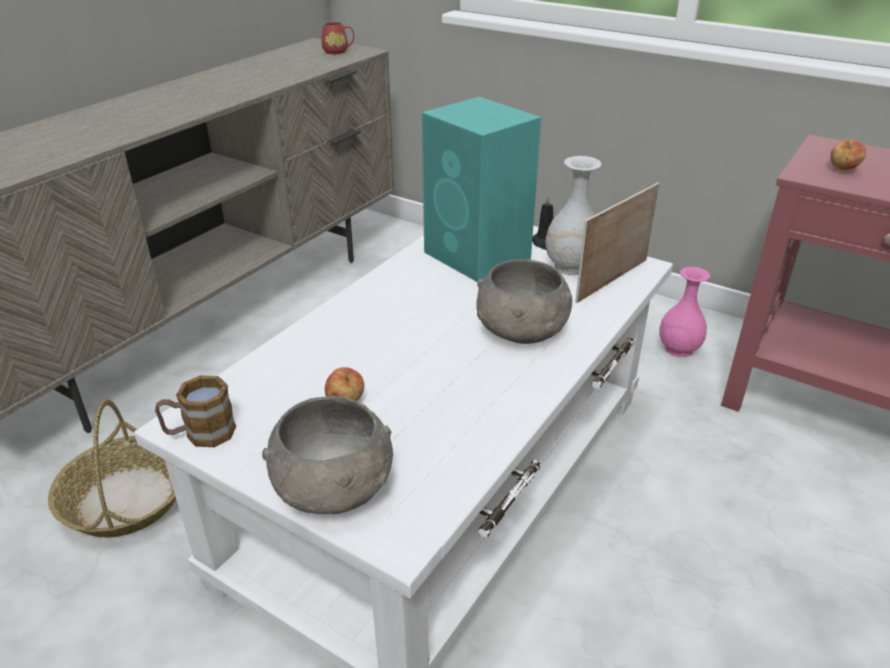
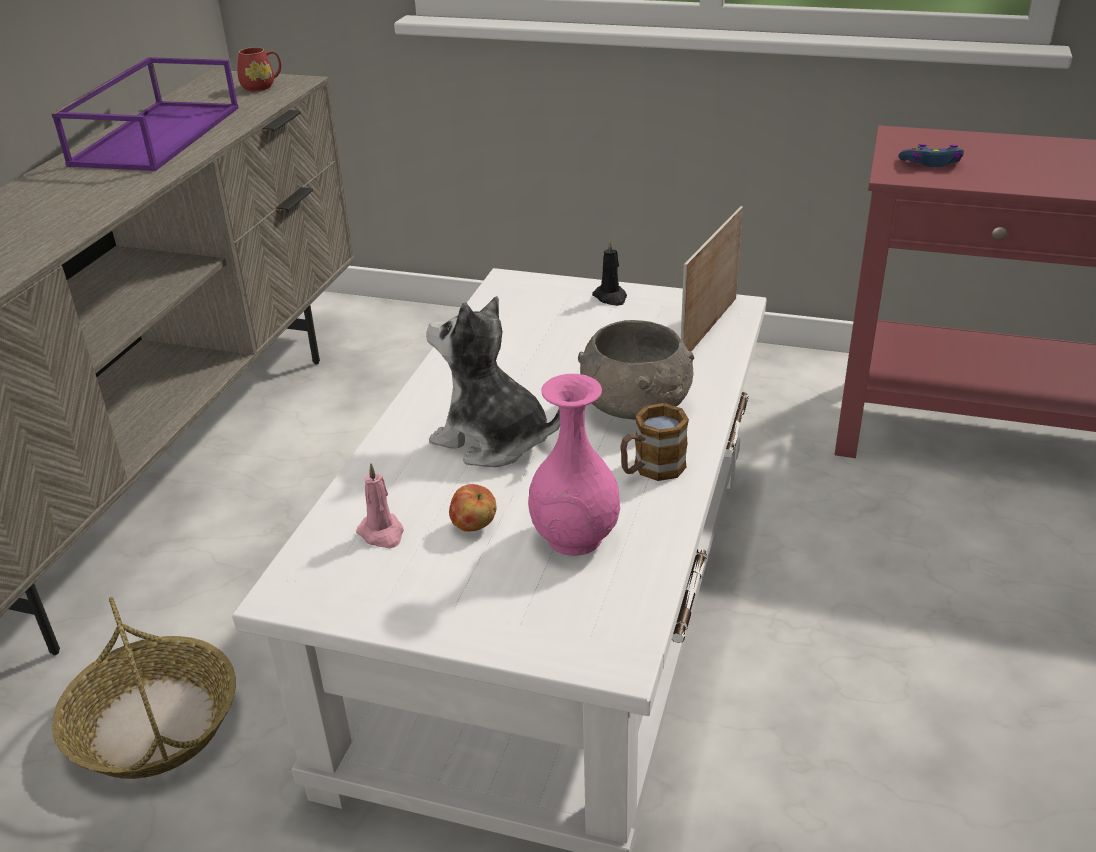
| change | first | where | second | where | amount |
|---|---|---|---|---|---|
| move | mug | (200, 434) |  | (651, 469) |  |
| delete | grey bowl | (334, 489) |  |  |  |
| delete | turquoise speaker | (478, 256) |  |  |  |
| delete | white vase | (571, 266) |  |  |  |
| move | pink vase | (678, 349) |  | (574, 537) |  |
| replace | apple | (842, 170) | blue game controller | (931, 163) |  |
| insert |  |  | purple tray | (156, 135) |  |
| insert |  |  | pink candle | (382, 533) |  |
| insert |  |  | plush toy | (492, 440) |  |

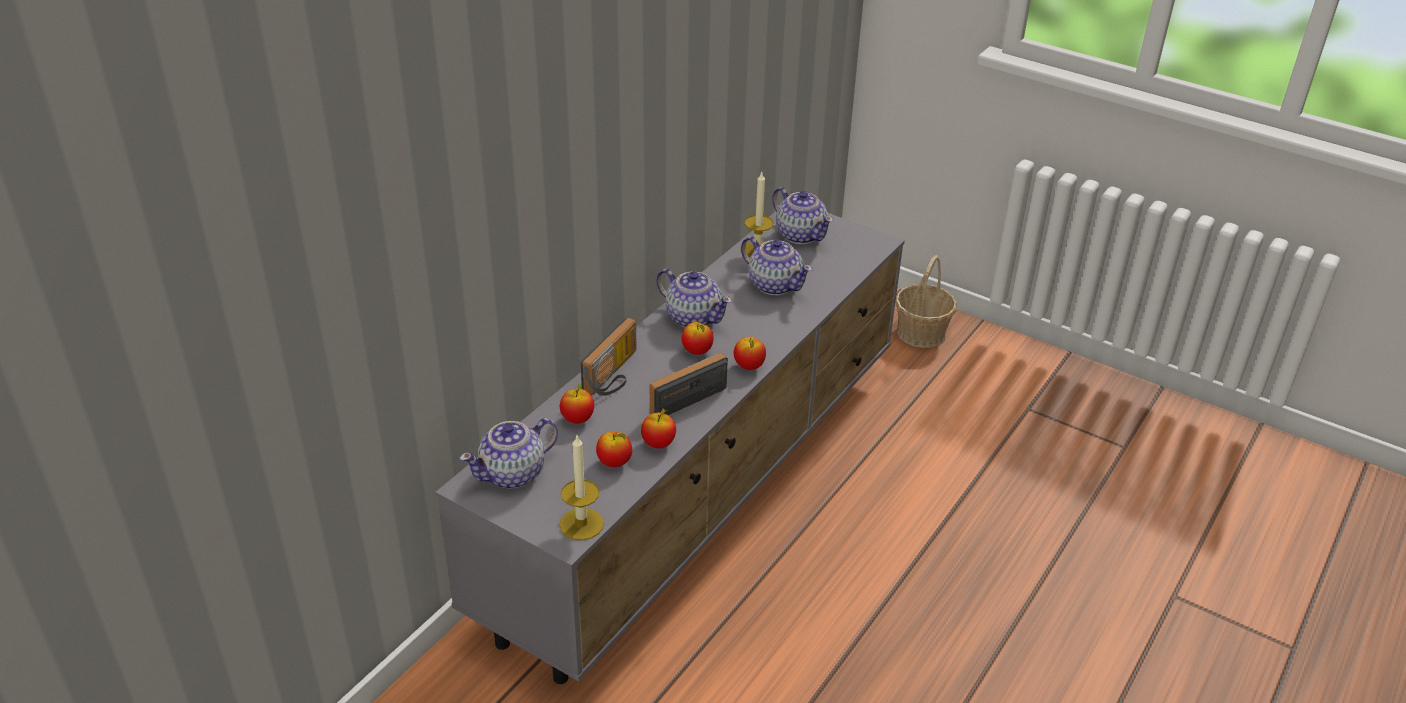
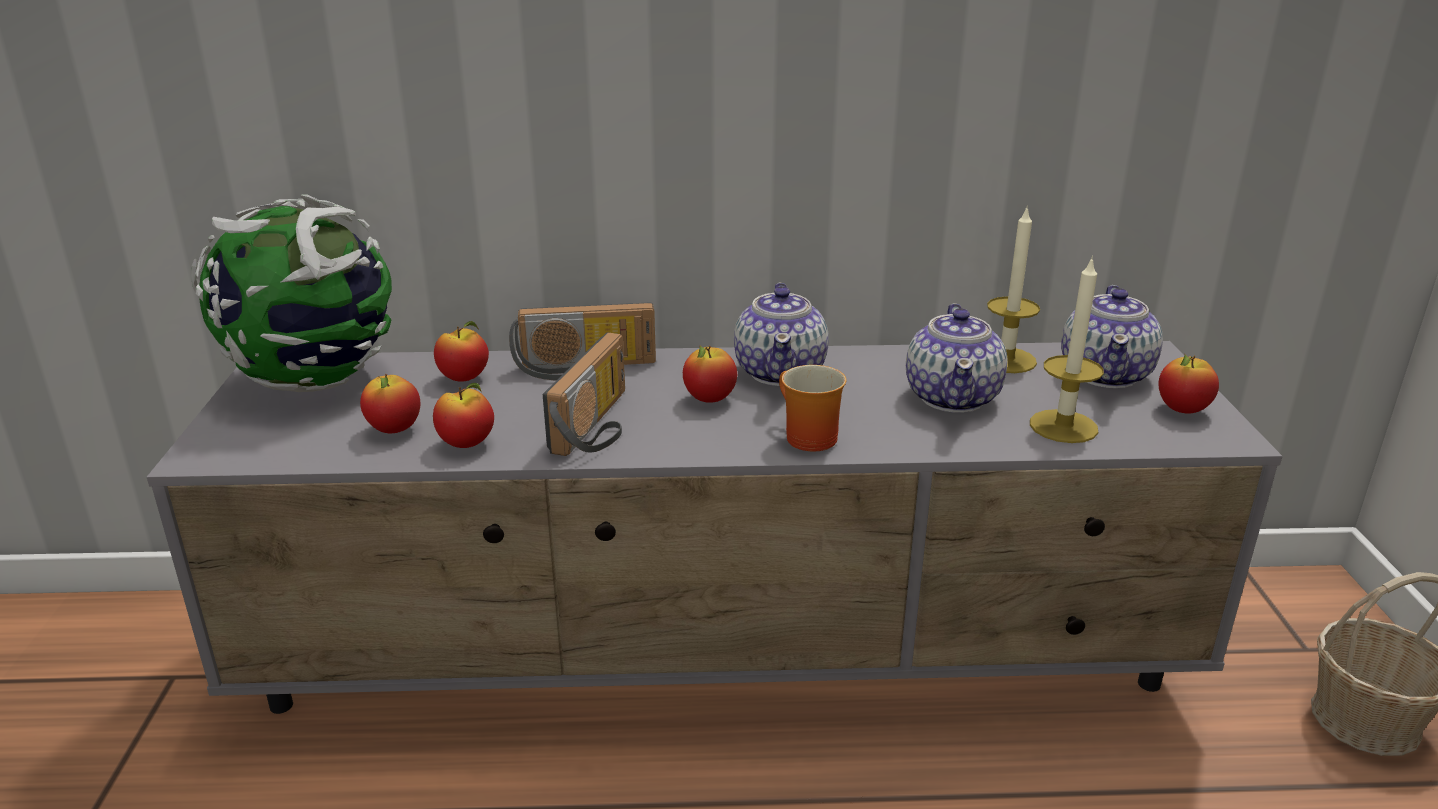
| change | first | where | second | where | amount |
|---|---|---|---|---|---|
| replace | teapot | (513, 473) | globe | (315, 380) |  |
| move | candle | (581, 524) |  | (1063, 426) |  |
| rotate | radio | (686, 395) |  | (600, 425) | 90 degrees clockwise |
| move | apple | (749, 366) |  | (1182, 410) |  |
| insert |  |  | mug | (804, 437) |  |

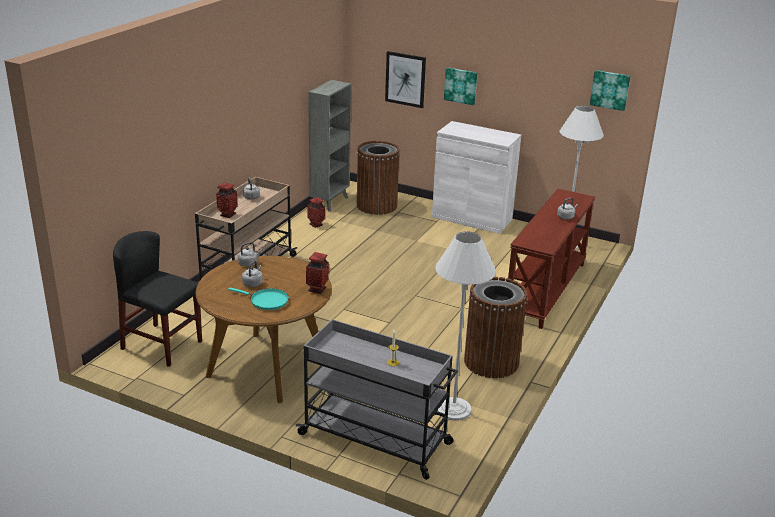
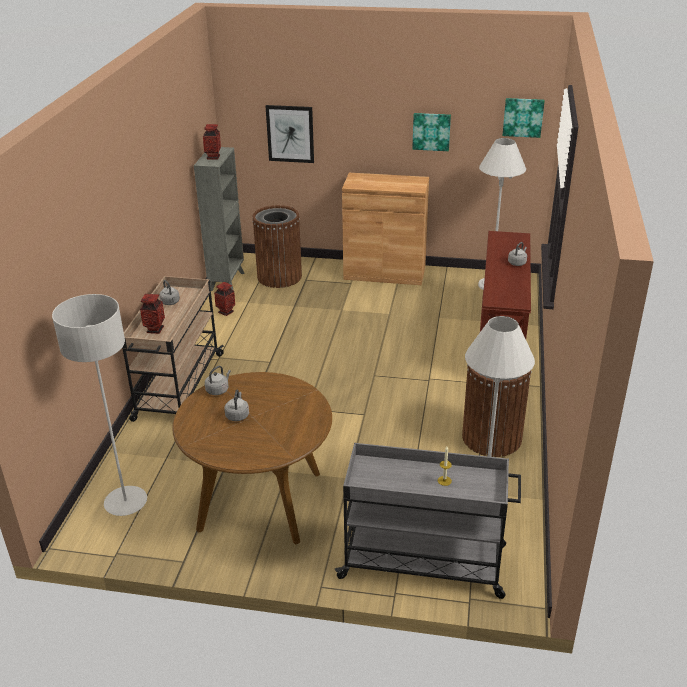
| change | first | where | second | where | amount |
|---|---|---|---|---|---|
| replace | black chair | (162, 345) | grey floor lamp | (126, 502) |  |
| delete | turquoise frying pan | (266, 301) |  |  |  |
| move | vase | (317, 289) |  | (213, 157) |  |
| recolor | white cabinet | (472, 218) | brown cabinet | (384, 273) |  |
| move | picture | (461, 85) |  | (431, 131) |  |

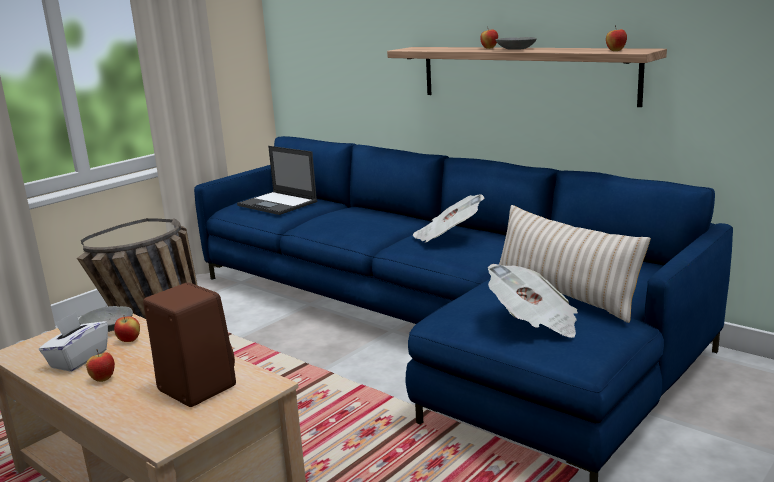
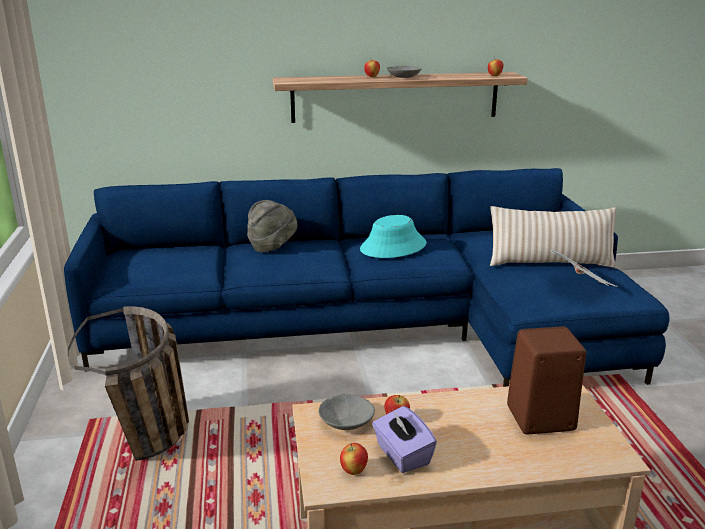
| change | first | where | second | where | amount |
|---|---|---|---|---|---|
| recolor | white tissue box | (78, 359) | purple tissue box | (402, 455) |  |
| move | apple | (103, 379) |  | (353, 471) |  |
| delete | laptop | (278, 204) |  |  |  |
| replace | newspaper | (447, 236) | turquoise hat | (393, 247) |  |
| insert |  |  | grey hat | (272, 247) |  |

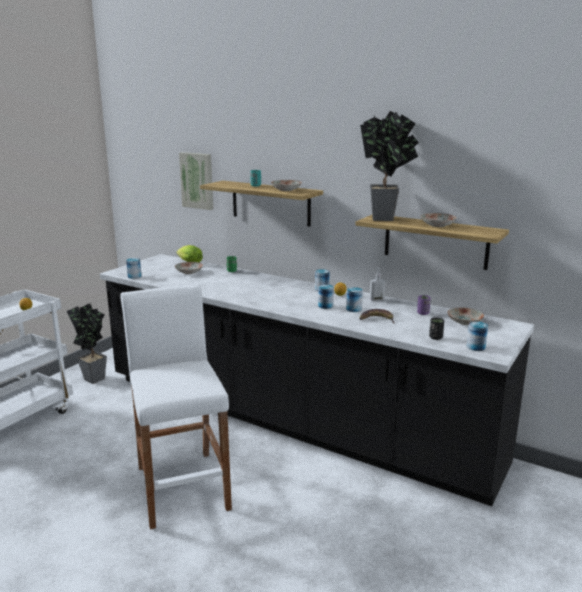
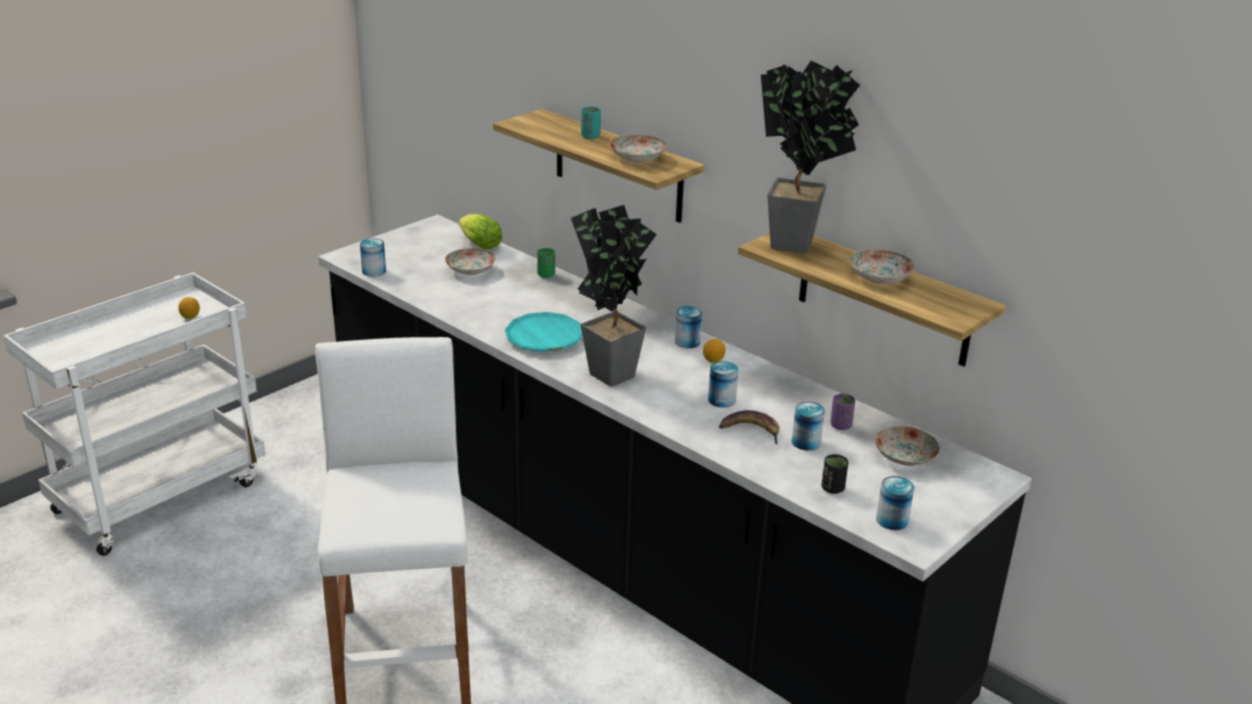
| change | first | where | second | where | amount |
|---|---|---|---|---|---|
| move | potted plant | (94, 377) |  | (610, 370) |  |
| delete | picture | (197, 180) |  |  |  |
| move | can | (325, 306) |  | (806, 442) |  |
| delete | soap dispenser | (376, 299) |  |  |  |
| insert |  |  | turquoise plate | (544, 338) |  |

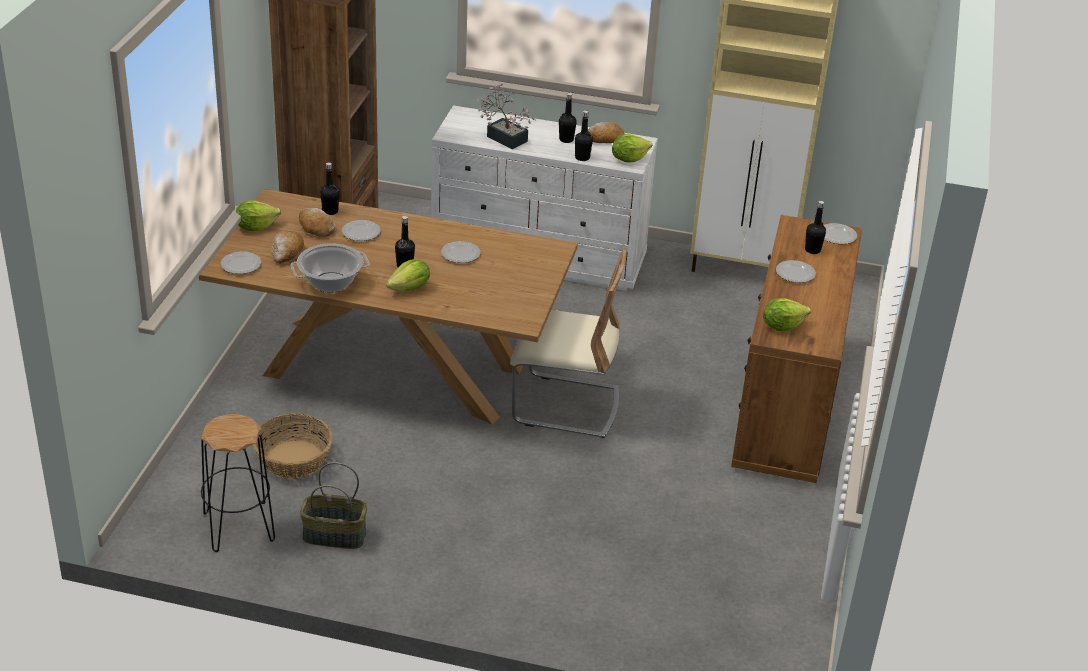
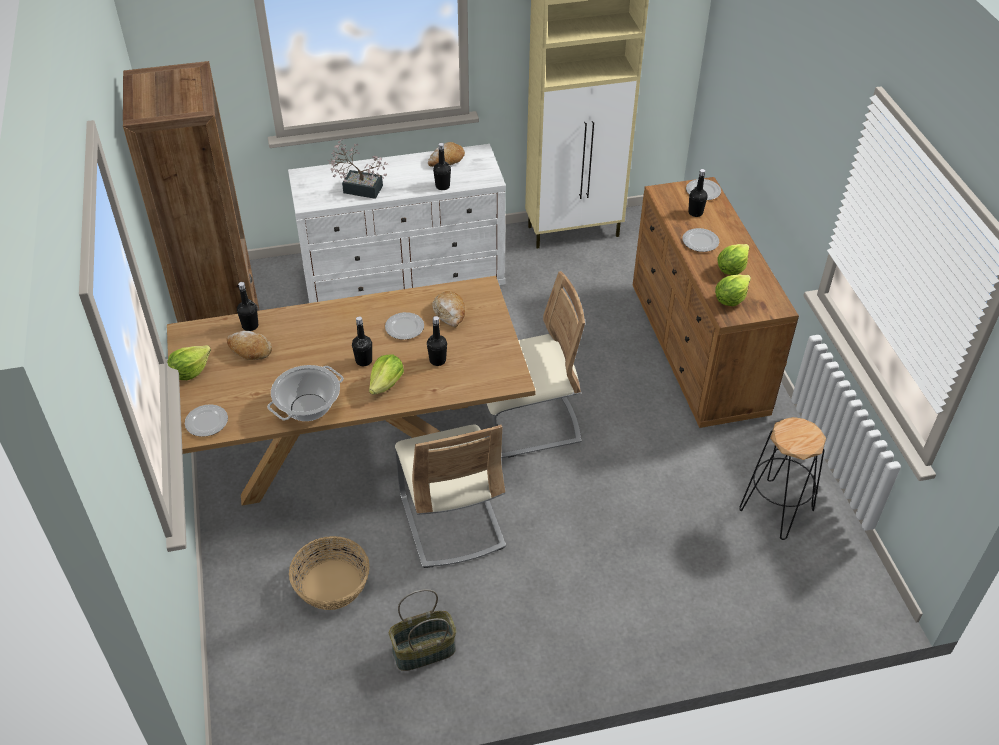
| change | first | where | second | where | amount |
|---|---|---|---|---|---|
| move | black stool | (238, 527) |  | (776, 510) |  |
| move | bread | (286, 252) |  | (450, 313) |  |
| delete | plate | (361, 232) |  |  |  |
| move | black bottle | (566, 139) |  | (437, 360) |  |
| move | lettuce | (628, 159) |  | (731, 269) |  |
| insert |  |  | beige chair | (451, 520) |  |

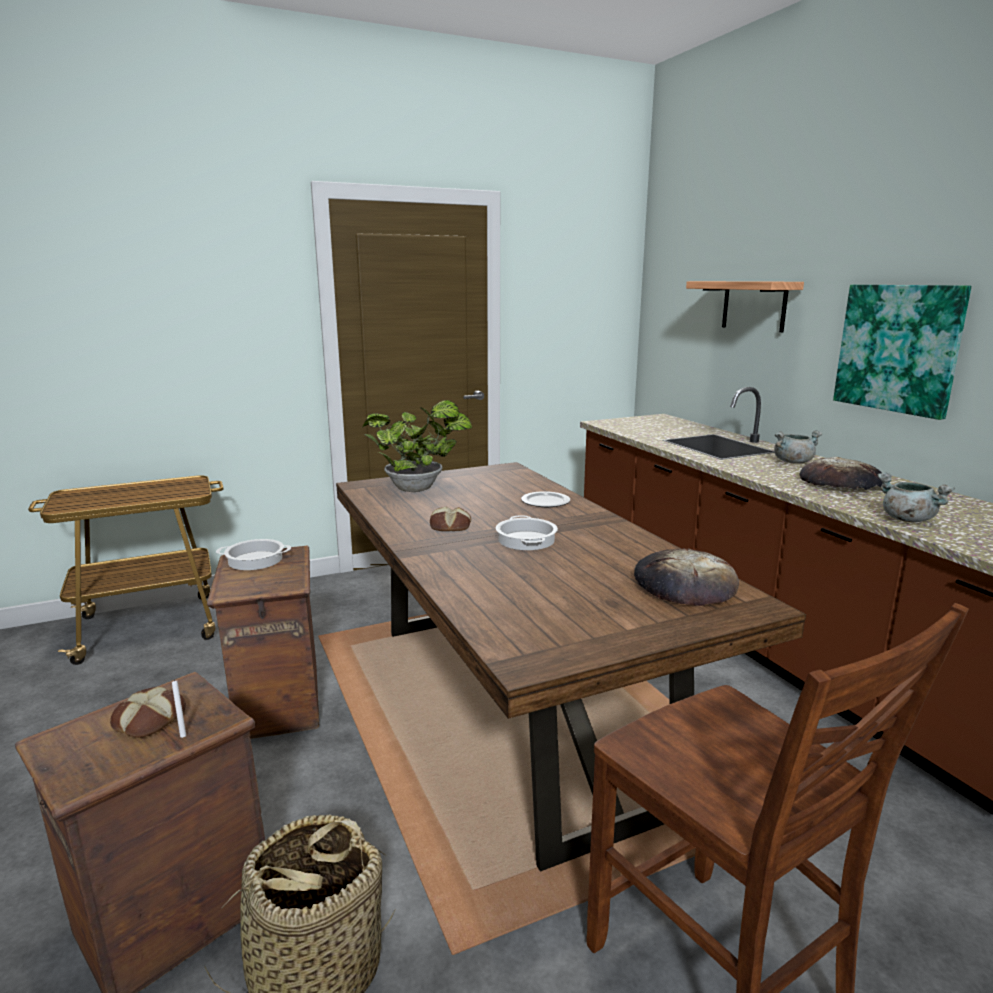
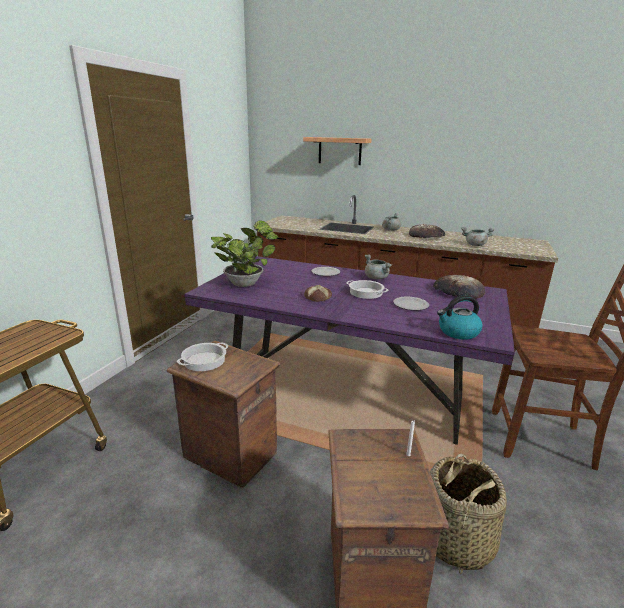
| change | first | where | second | where | amount |
|---|---|---|---|---|---|
| delete | bread | (149, 719) |  |  |  |
| recolor | brown dining table | (510, 706) | purple dining table | (344, 391) |  |
| delete | picture | (898, 348) |  |  |  |
| insert |  |  | grey cooking pot | (377, 278) |  |
| insert |  |  | plate | (410, 305) |  |
| insert |  |  | kettle | (458, 332) |  |

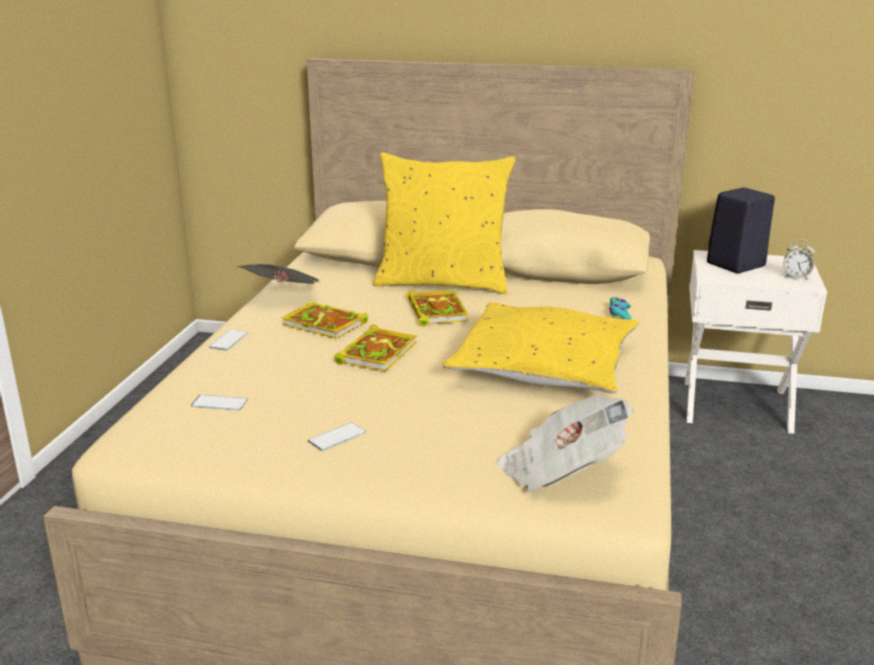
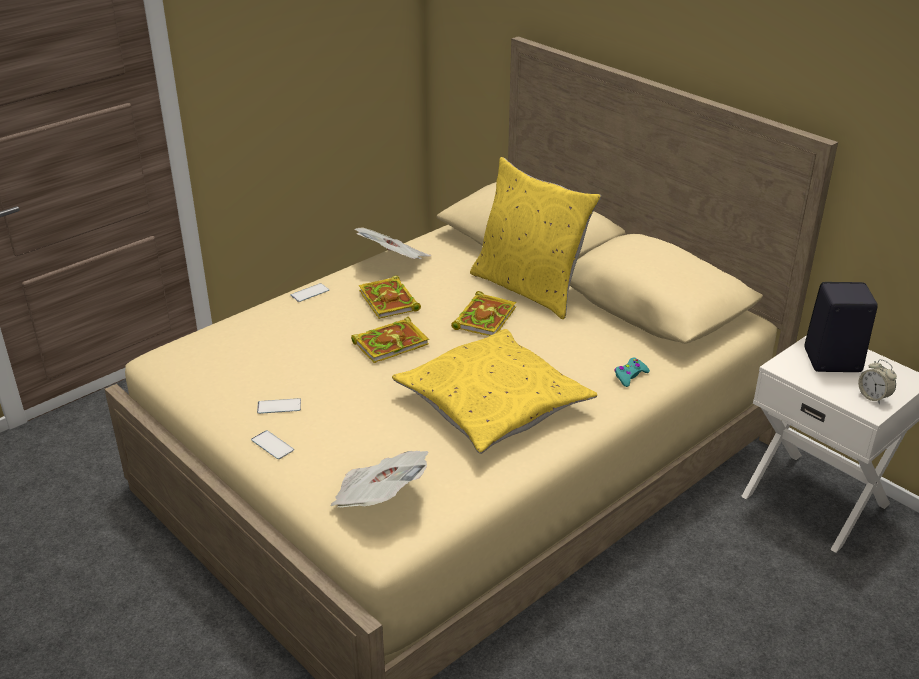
| change | first | where | second | where | amount |
|---|---|---|---|---|---|
| move | phone | (219, 403) |  | (272, 445) |  |

